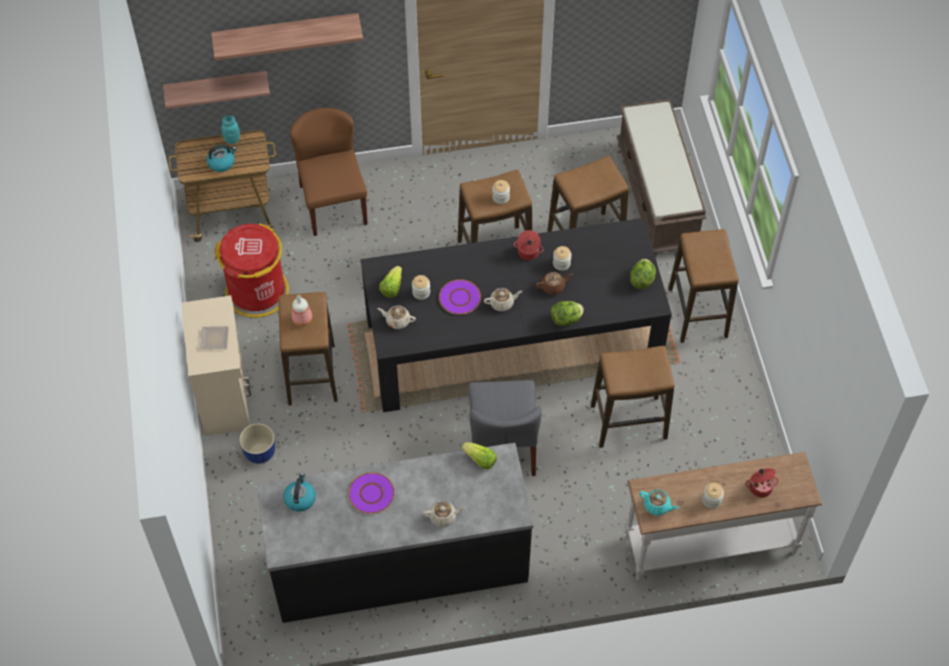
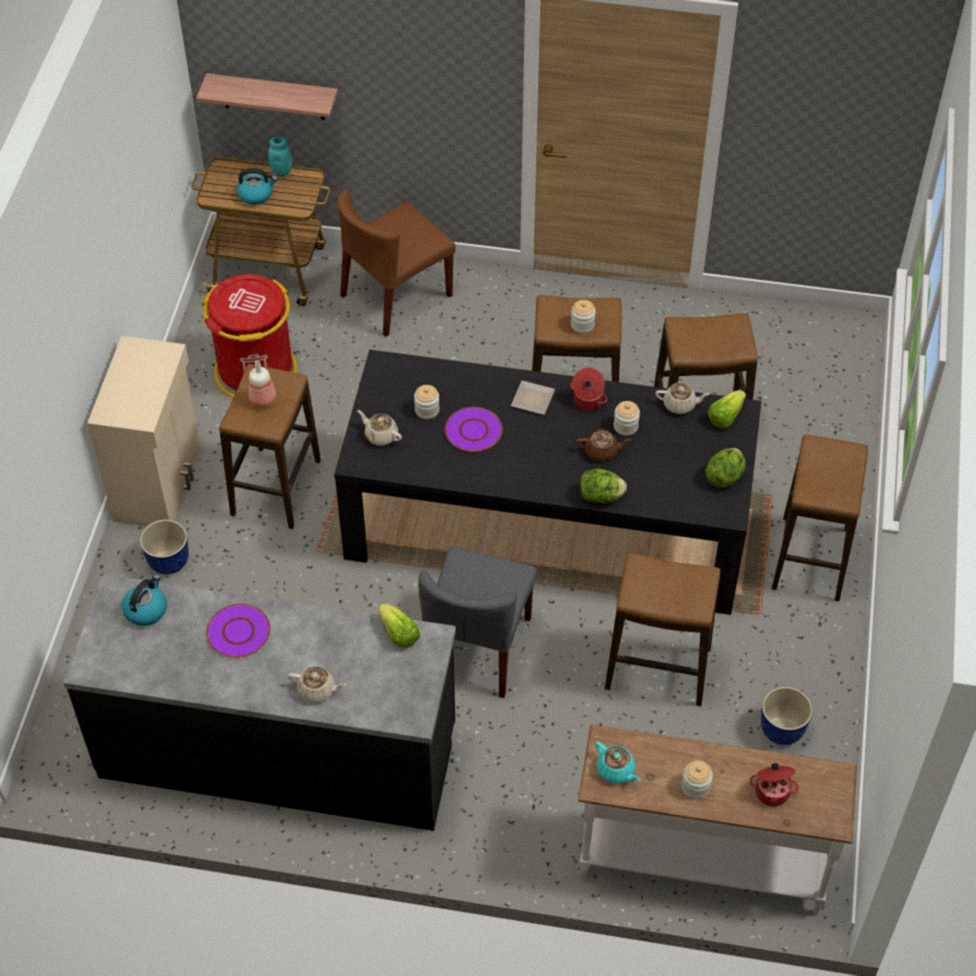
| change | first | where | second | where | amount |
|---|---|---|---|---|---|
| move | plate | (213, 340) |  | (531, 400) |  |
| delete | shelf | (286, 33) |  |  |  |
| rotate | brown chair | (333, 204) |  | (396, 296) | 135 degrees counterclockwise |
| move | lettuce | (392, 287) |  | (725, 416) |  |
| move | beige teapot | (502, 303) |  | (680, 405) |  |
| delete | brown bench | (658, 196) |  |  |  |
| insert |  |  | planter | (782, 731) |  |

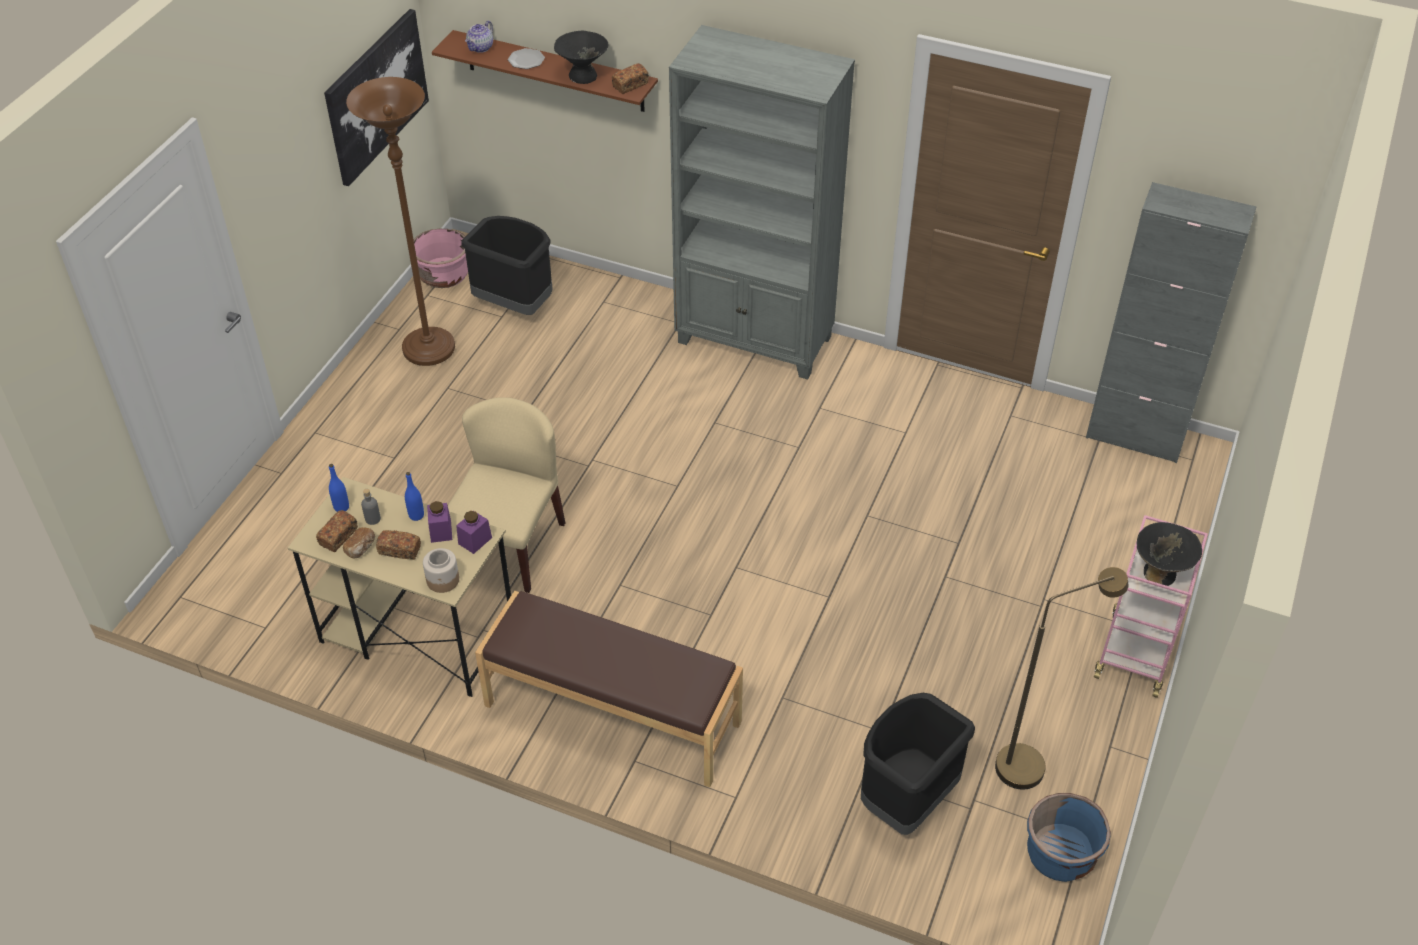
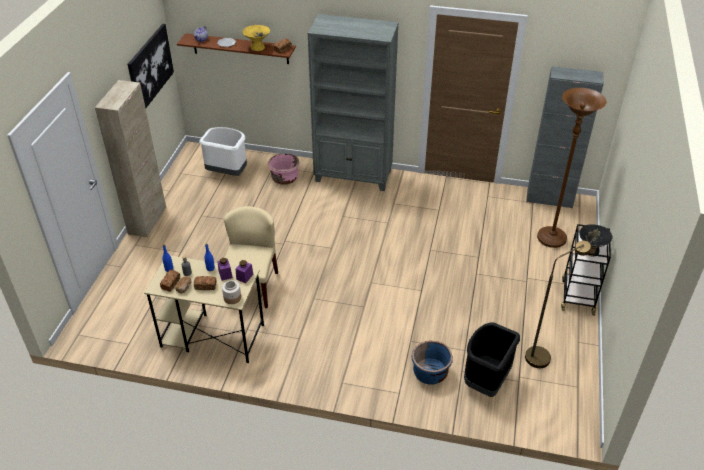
| change | first | where | second | where | amount |
|---|---|---|---|---|---|
| move | brown floor lamp | (429, 349) |  | (551, 238) |  |
| move | pink planter | (443, 276) |  | (284, 178) |  |
| recolor | black trash can | (515, 305) | white trash can | (227, 173) |  |
| delete | brown bench | (612, 715) |  |  |  |
| recolor | black bowl | (582, 76) | yellow bowl | (257, 47) |  |
| move | blue planter | (1060, 855) |  | (430, 373) |  |
| recolor | pink cart | (1135, 651) | black cart | (577, 296) |  |
| insert |  |  | beige cabinet | (147, 220) |  |

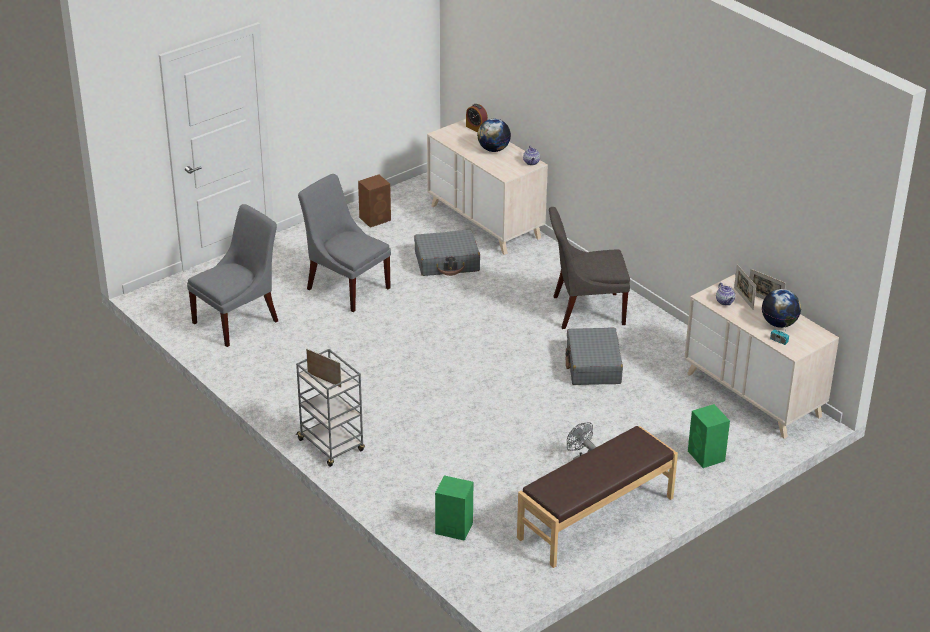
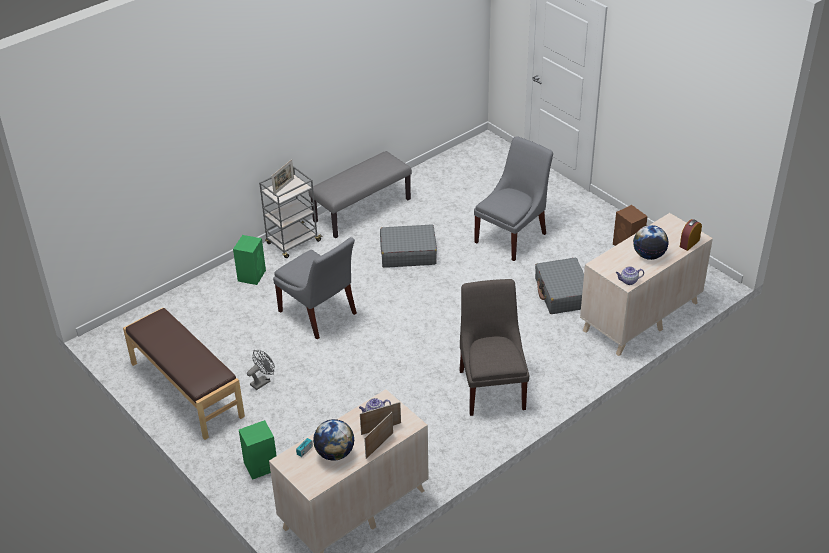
| change | first | where | second | where | amount |
|---|---|---|---|---|---|
| move | grey chair | (239, 320) |  | (319, 314) |  |
| move | green speaker | (453, 528) |  | (252, 275) |  |
| move | grey suitcase | (593, 365) |  | (408, 253) |  |
| insert |  |  | grey bench | (362, 210) |  |

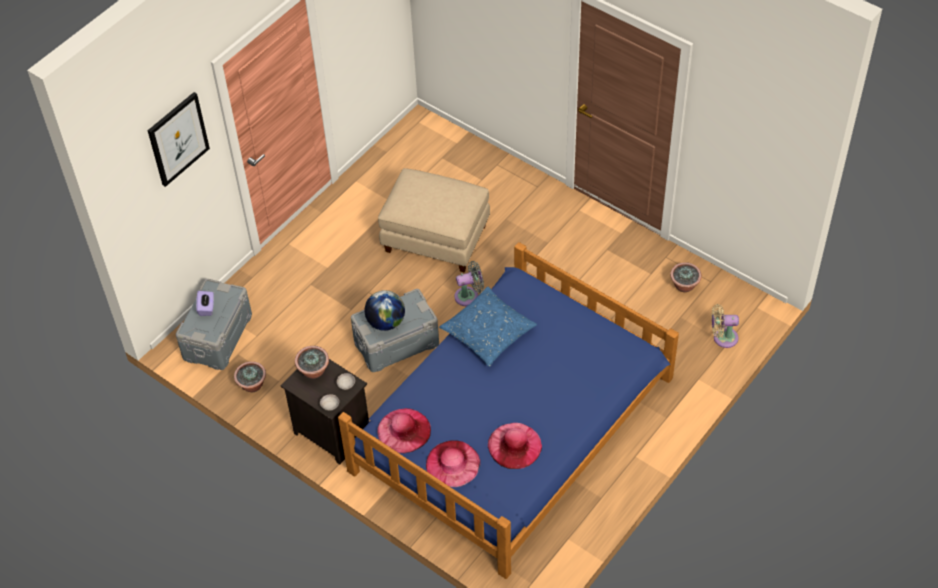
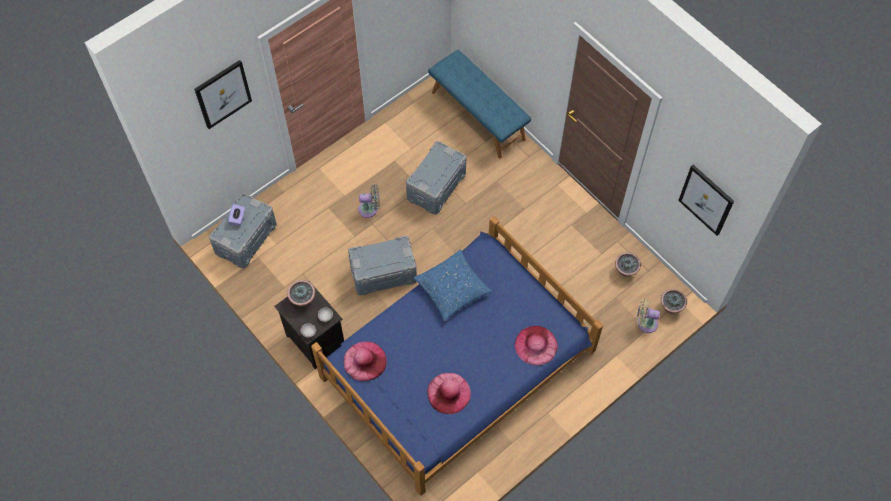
| change | first | where | second | where | amount |
|---|---|---|---|---|---|
| move | potted plant | (252, 385) |  | (671, 307) |  |
| delete | globe | (386, 322) |  |  |  |
| replace | beige ottoman | (436, 238) | grey storage box | (437, 186) |  |
| move | pink hat | (453, 463) |  | (536, 345) |  |
| move | grey fan | (469, 296) |  | (370, 209) |  |
| insert |  |  | blue bench | (478, 115) |  |
| insert |  |  | picture | (706, 199) |  |

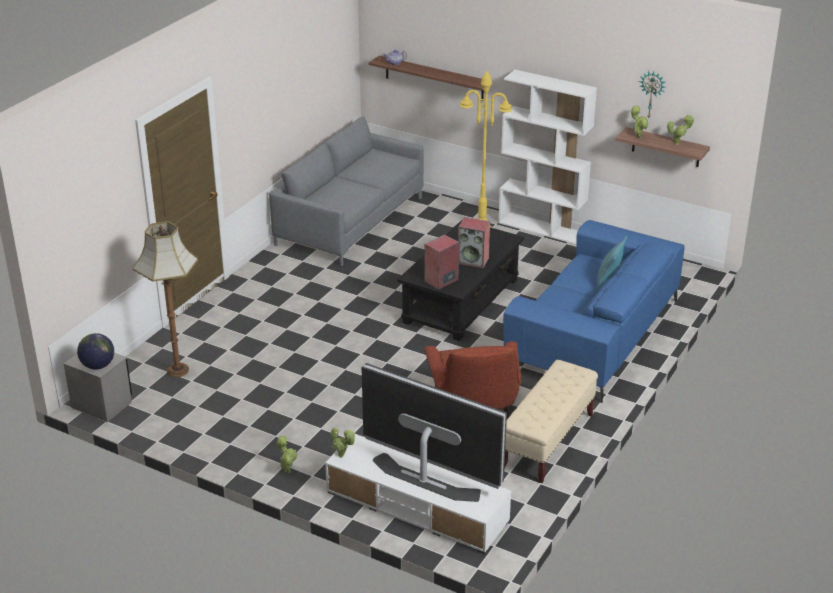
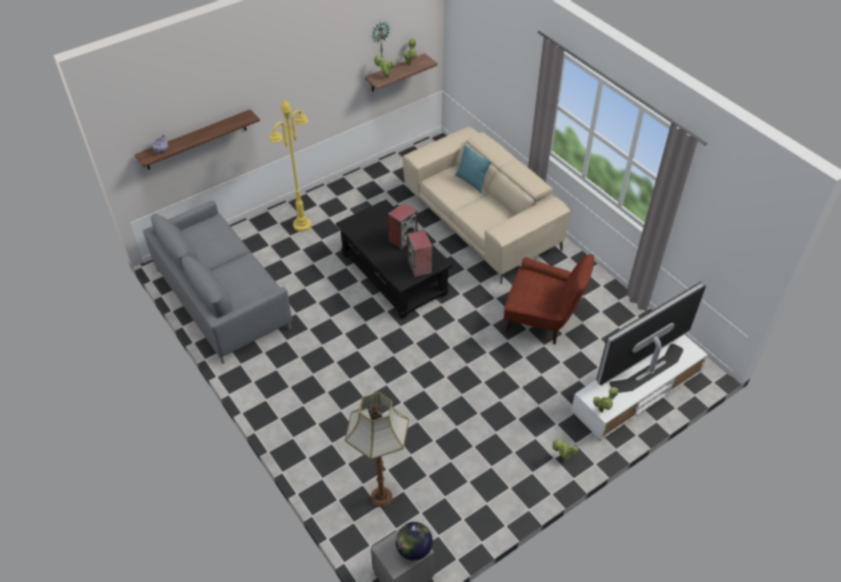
| change | first | where | second | where | amount |
|---|---|---|---|---|---|
| delete | white bookcase | (542, 228) |  |  |  |
| recolor | blue sofa | (593, 334) | beige sofa | (481, 222) |  |
| delete | beige bench | (547, 441) |  |  |  |

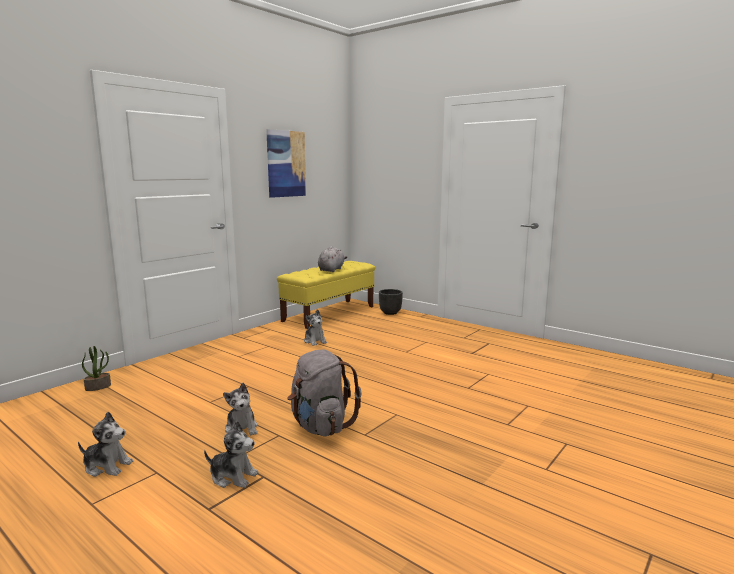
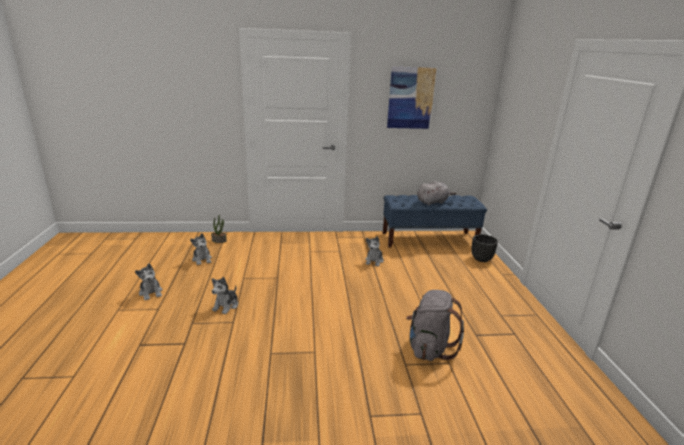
| change | first | where | second | where | amount |
|---|---|---|---|---|---|
| move | plush toy | (233, 476) |  | (202, 259) |  |
| recolor | yellow bench | (329, 313) | blue bench | (429, 239) |  |
| move | grey backpack | (320, 426) |  | (429, 348) |  |

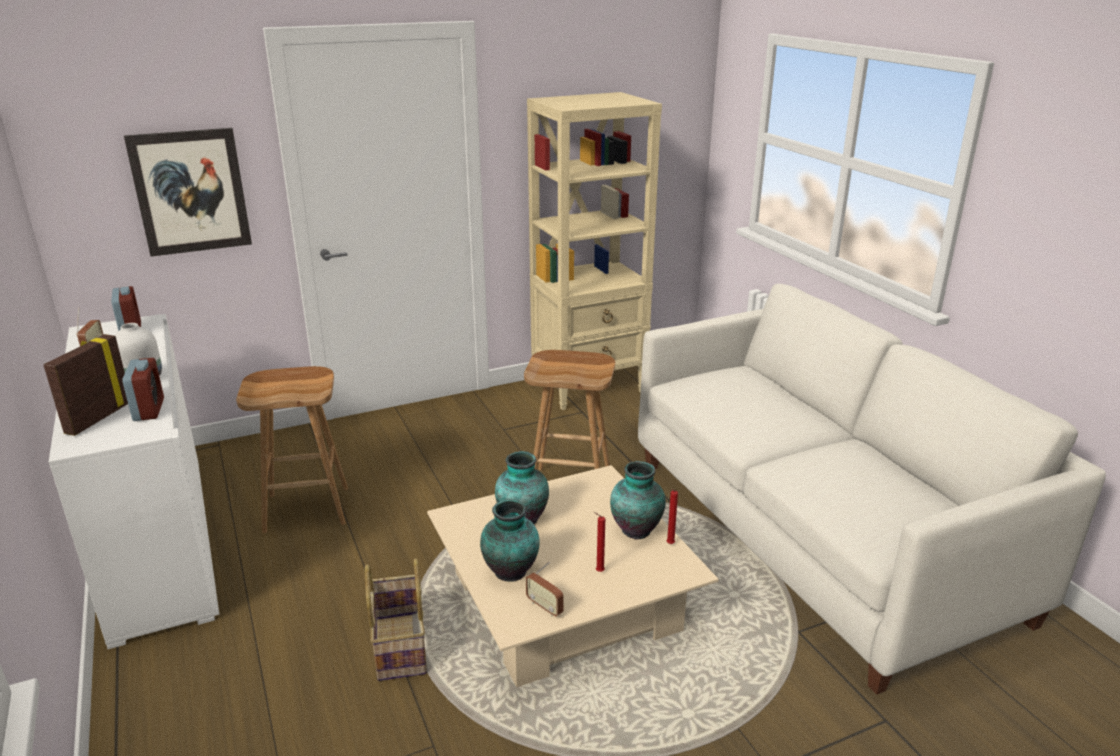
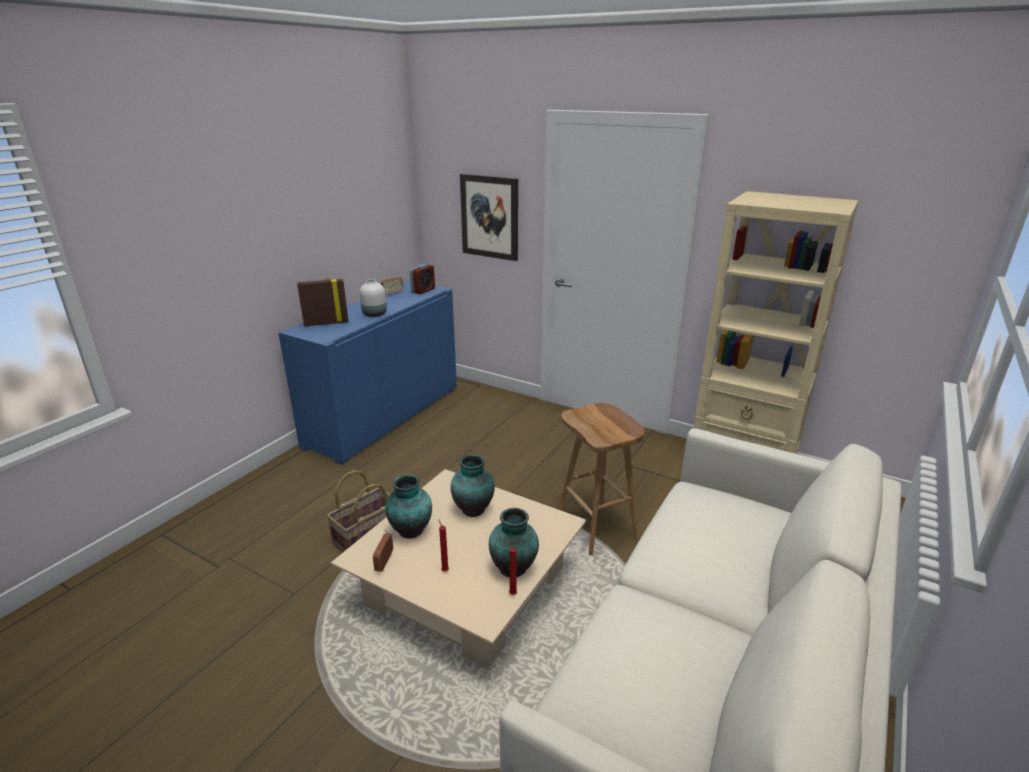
| change | first | where | second | where | amount |
|---|---|---|---|---|---|
| recolor | white cabinet | (160, 542) | blue cabinet | (384, 416) |  |
| delete | alarm clock | (149, 410) |  |  |  |
| delete | brown stool | (308, 509) |  |  |  |

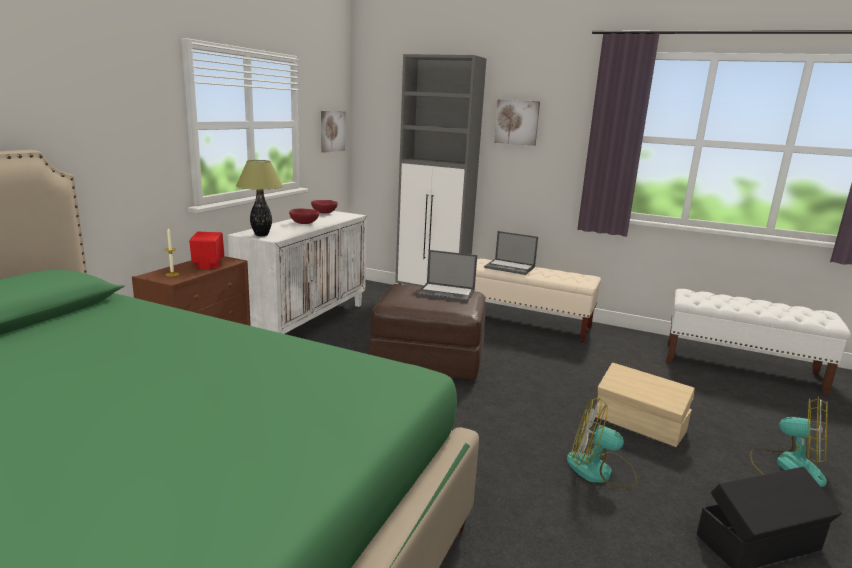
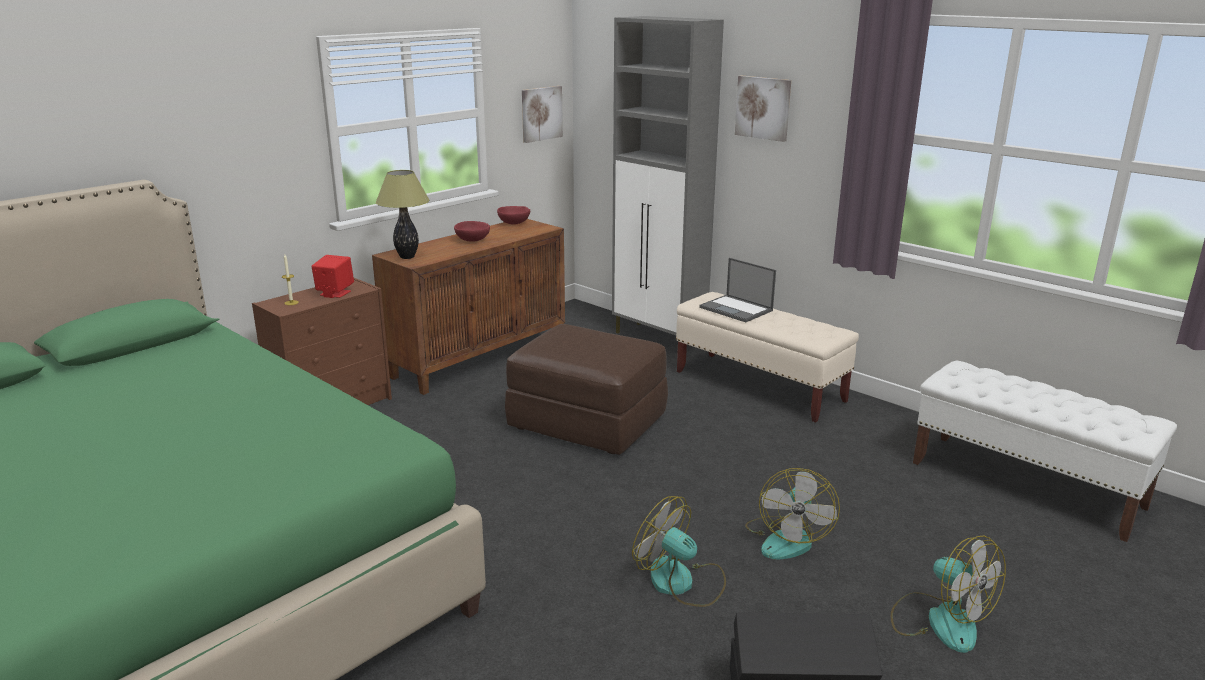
| change | first | where | second | where | amount |
|---|---|---|---|---|---|
| recolor | white cabinet | (305, 322) | brown cabinet | (479, 358) |  |
| delete | laptop | (447, 293) |  |  |  |
| replace | beige storage box | (640, 425) | fan | (787, 539) |  |

